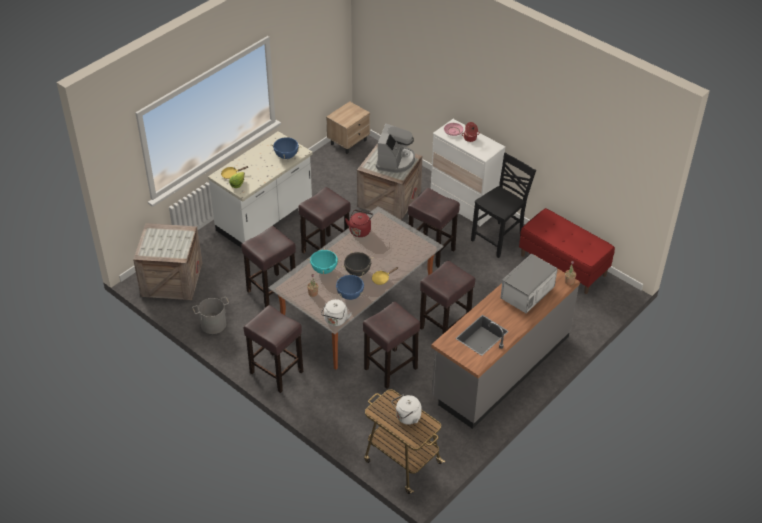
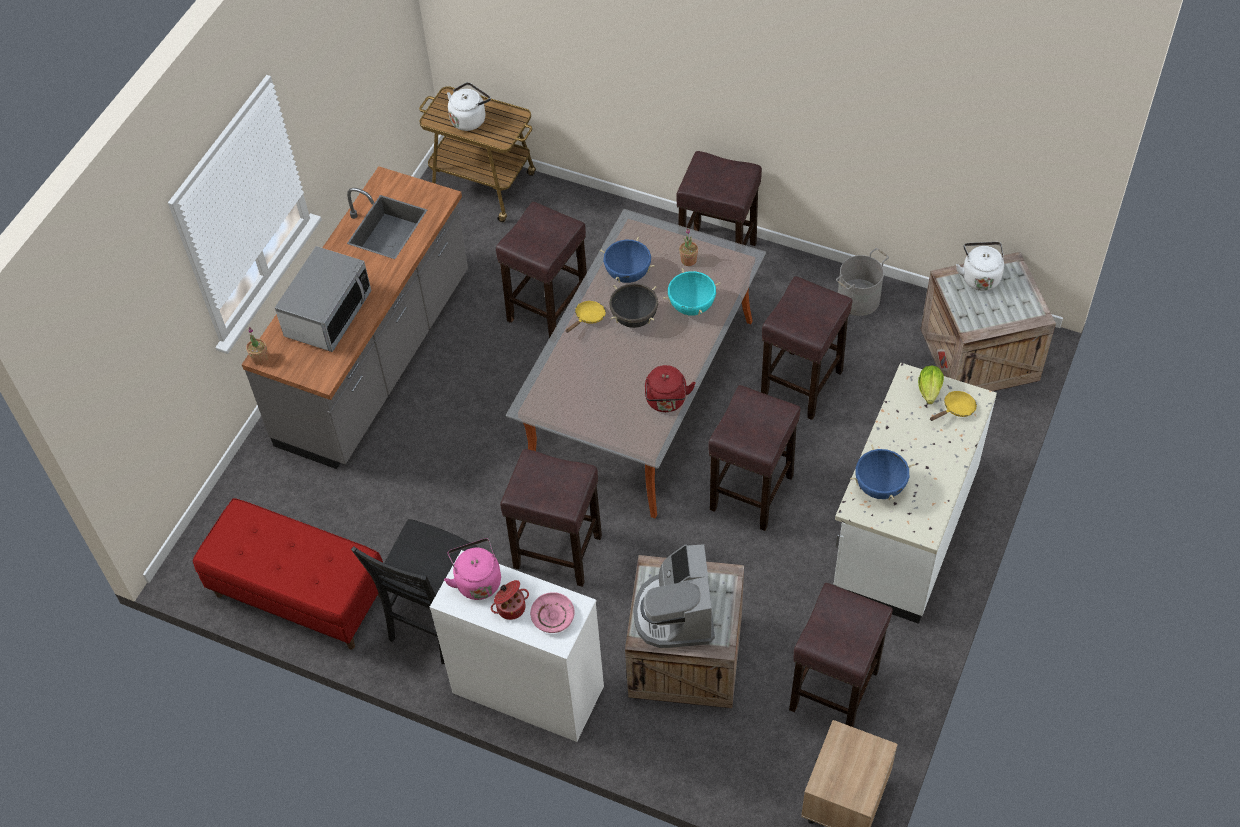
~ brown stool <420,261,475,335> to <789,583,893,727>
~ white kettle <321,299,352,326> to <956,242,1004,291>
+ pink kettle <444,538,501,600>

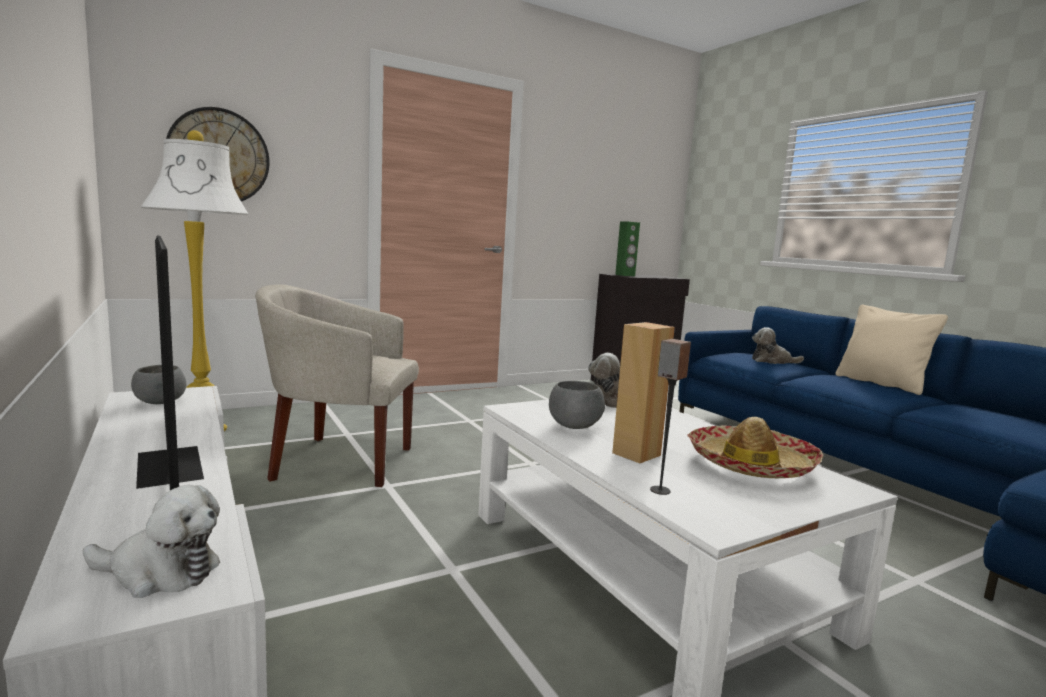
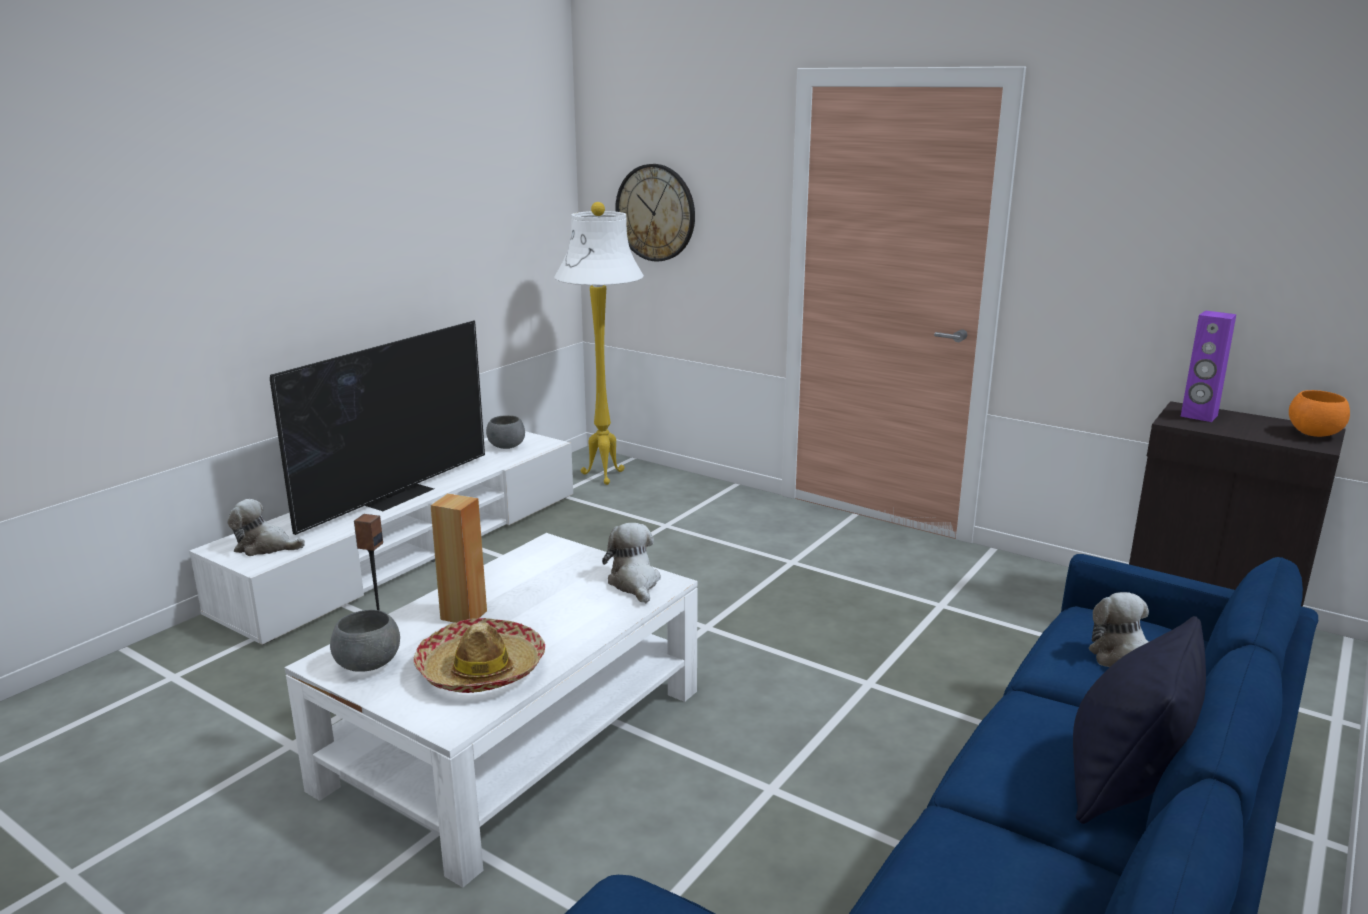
~ green speaker <615,222,640,276> to purple speaker <1180,311,1236,422>
- beige armchair <255,285,419,487>
~ beige pillow <835,305,948,395> to black pillow <1073,616,1206,824>
~ grey bowl <549,381,605,429> to <330,610,400,672>
~ plush toy <83,485,220,598> = <228,499,305,556> 120 degrees clockwise
+ orange bowl <1289,390,1350,437>

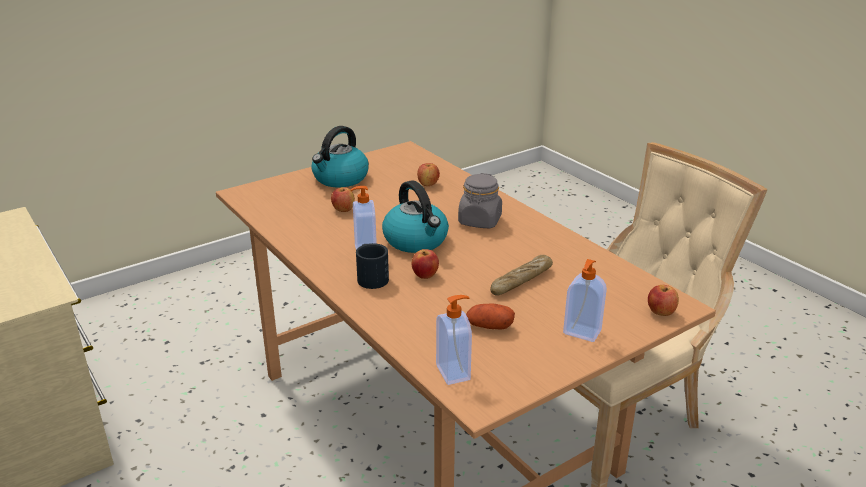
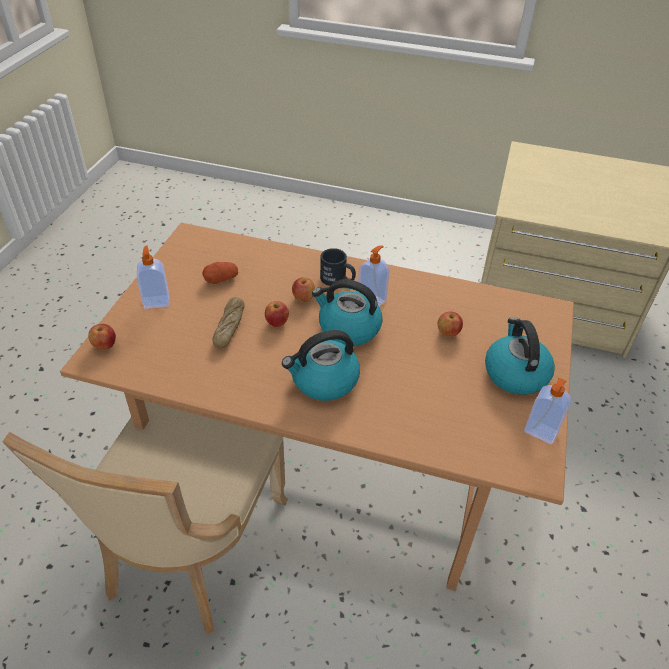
~ apple <417,163,440,186> to <265,301,289,327>
~ grey jar <458,173,502,228> to kettle <282,330,360,401>
~ soap dispenser <436,295,472,385> to <524,378,572,444>

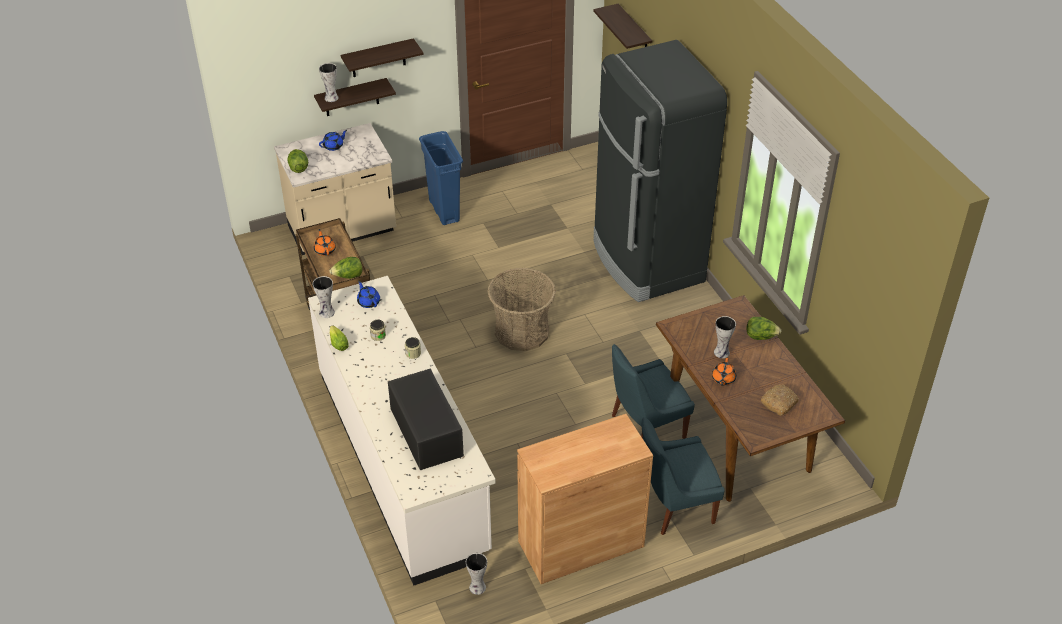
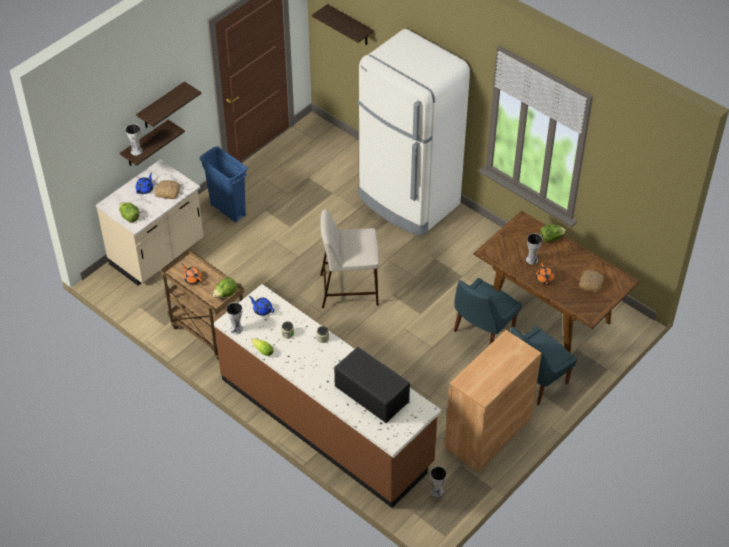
~ black fridge <593,40,727,302> to white fridge <358,29,470,237>
~ basket <488,268,556,351> to beige stool <320,209,379,308>
~ white counter <308,276,496,586> to brown counter <214,284,441,508>
+ bread <155,180,180,199>

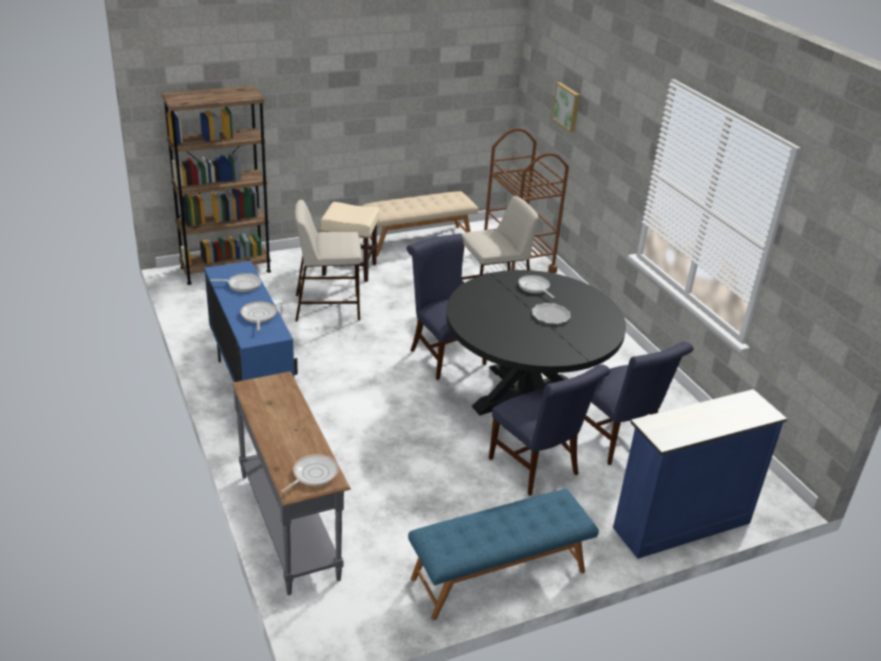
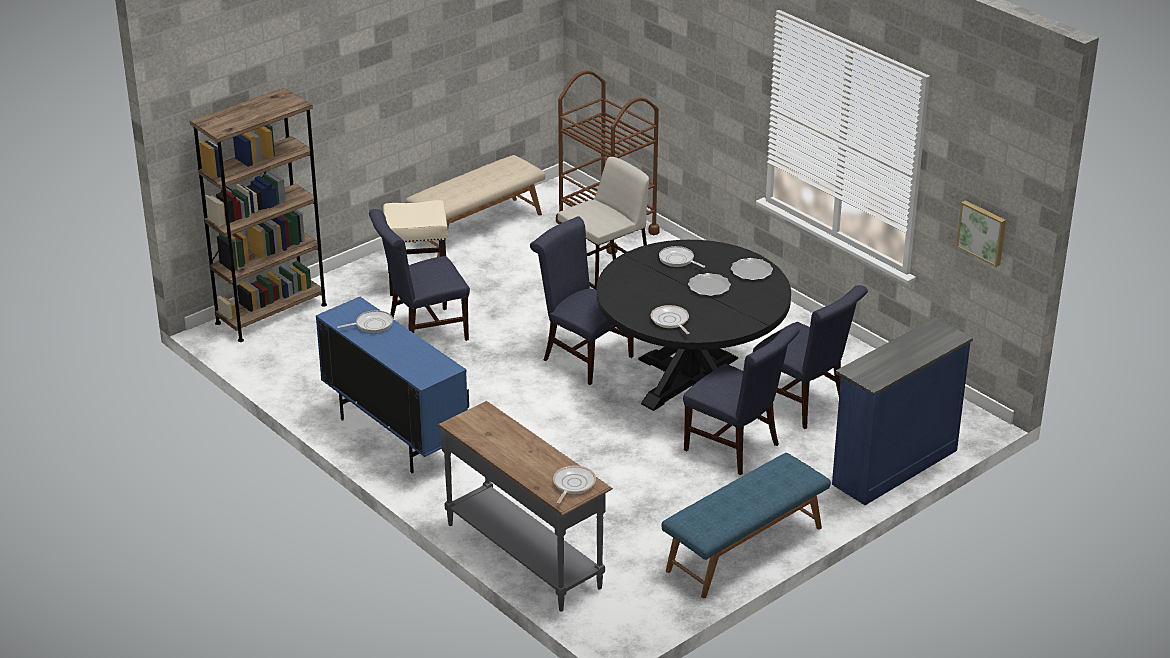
~ picture <552,82,580,132> to <956,200,1006,267>
~ beige stool <295,200,361,321> to blue chair <369,209,470,341>
~ frying pan <240,302,277,331> to <651,305,690,335>
+ plate <731,258,773,280>

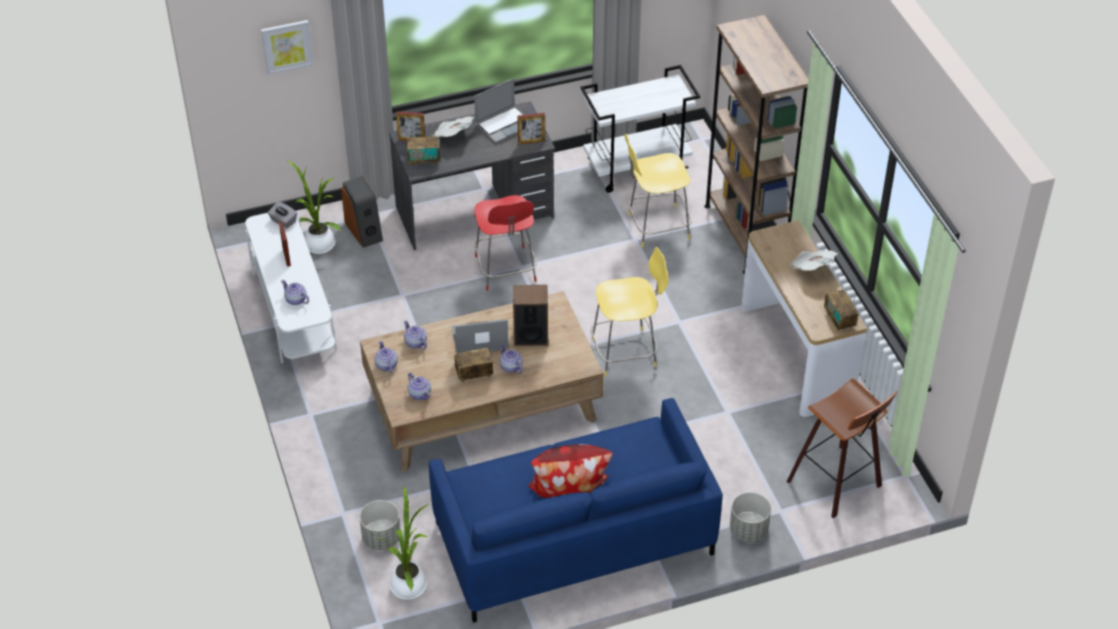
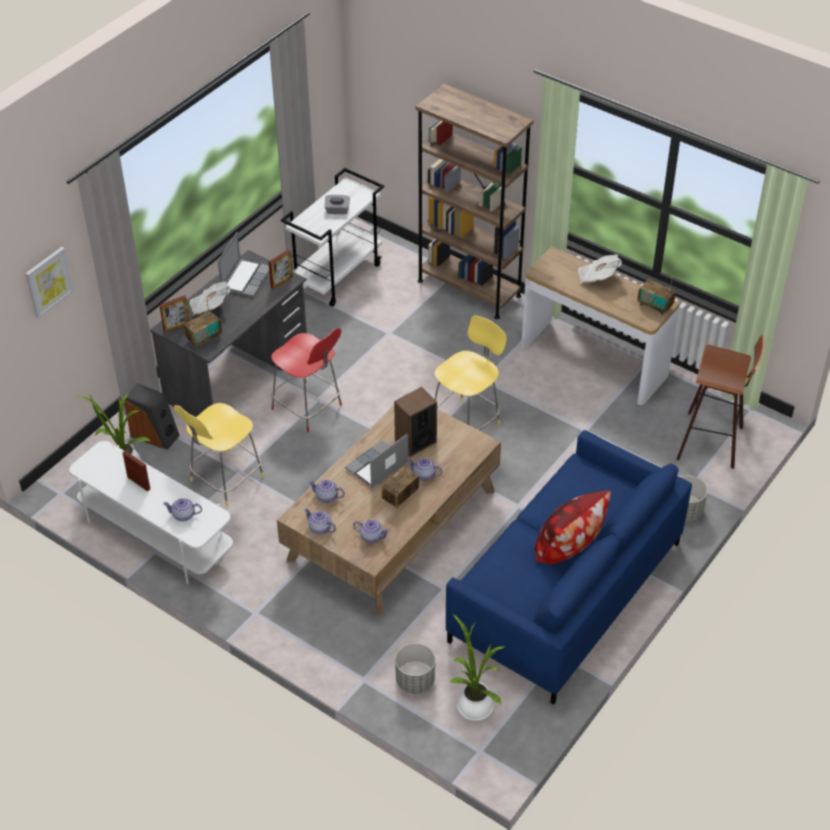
~ yellow stool <625,134,692,248> to <174,403,264,506>
~ grey tissue box <268,202,297,228> to <325,195,350,214>

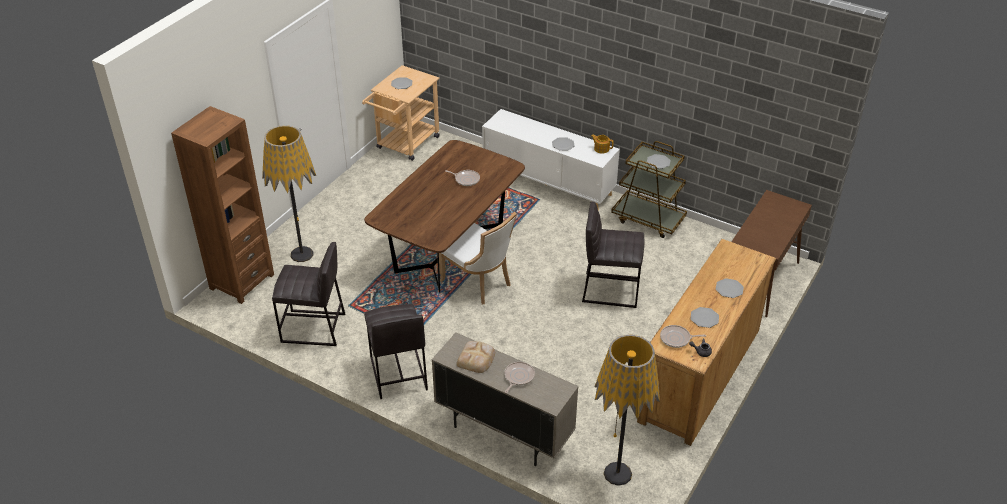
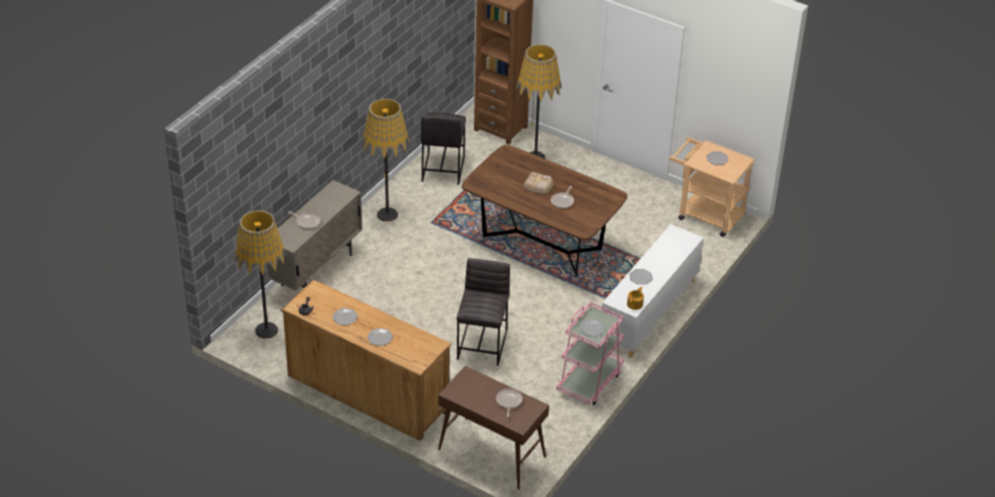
~ brown cart <611,141,687,238> to pink cart <557,302,624,405>
- white chair <439,212,517,305>
~ grey stool <364,304,428,400> to floor lamp <362,99,410,222>
~ frying pan <660,325,706,348> to <496,388,522,417>
~ bread <456,341,495,373> to <523,172,553,194>

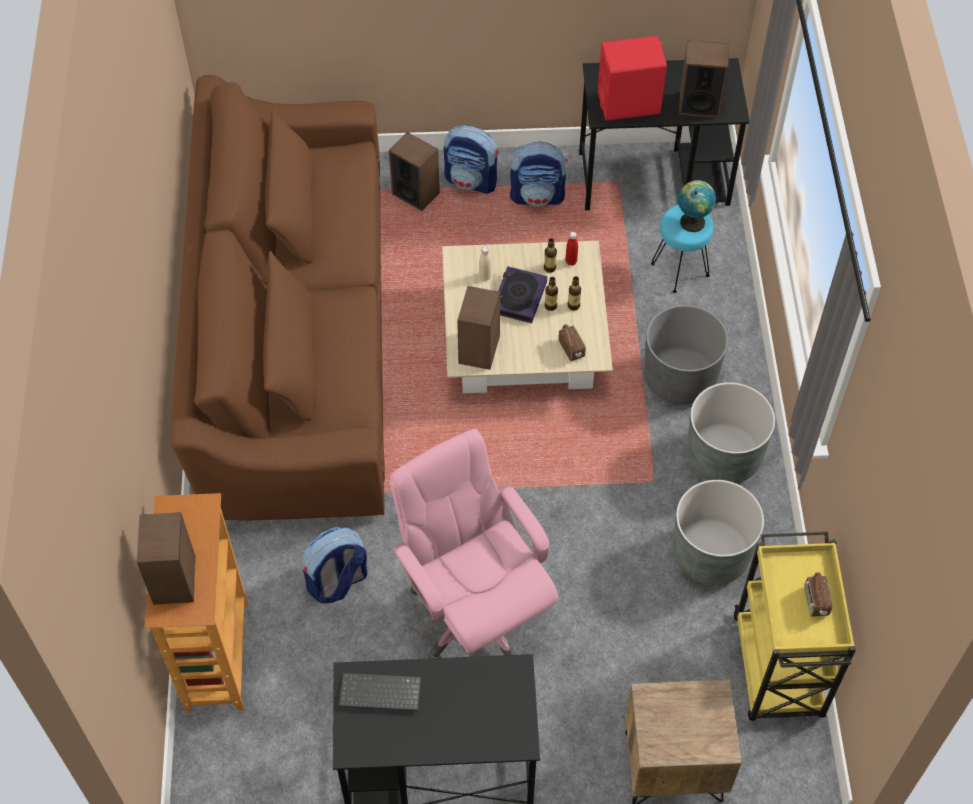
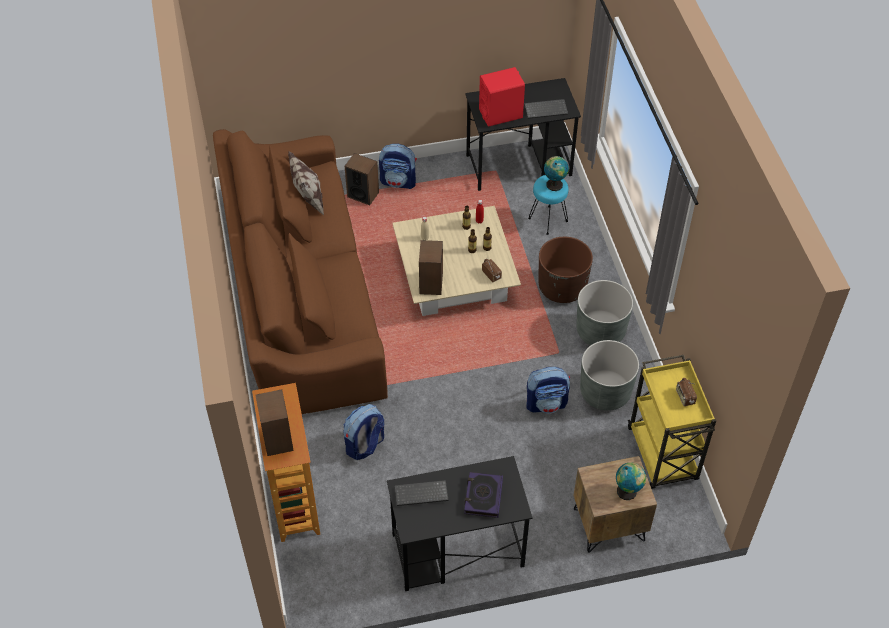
~ speaker <679,40,729,118> to keyboard <524,99,568,119>
~ backpack <510,142,568,207> to <526,367,570,414>
~ book <498,266,547,323> to <464,472,503,518>
~ grey planter <644,305,728,405> to brown planter <539,237,593,303>
- pink office chair <390,429,558,659>
+ pillow <288,151,324,215>
+ globe <616,462,646,500>

